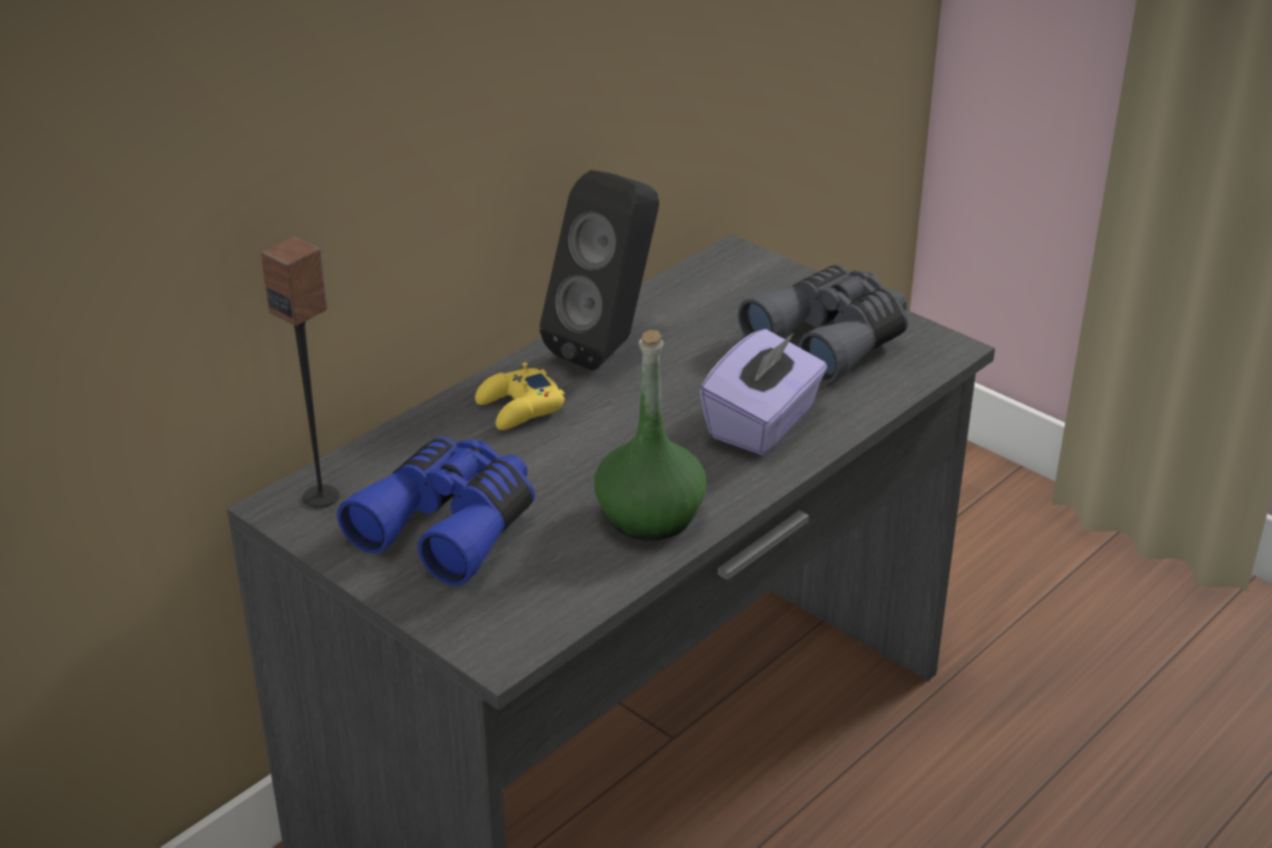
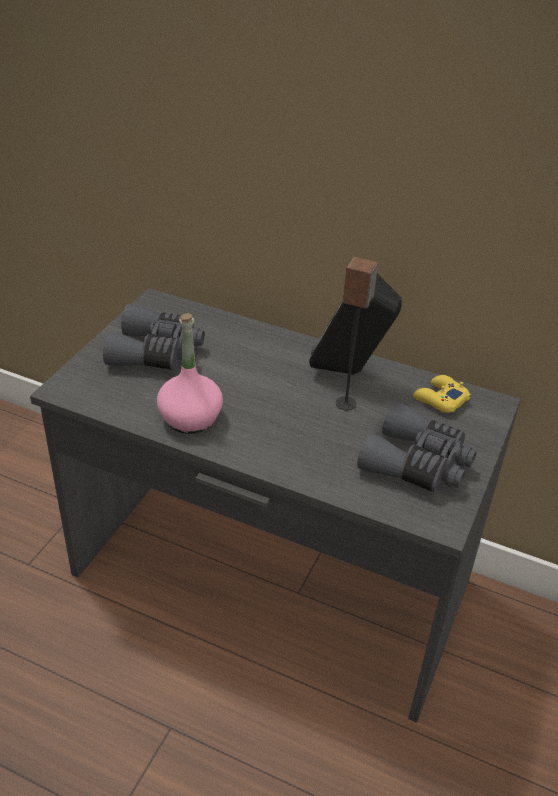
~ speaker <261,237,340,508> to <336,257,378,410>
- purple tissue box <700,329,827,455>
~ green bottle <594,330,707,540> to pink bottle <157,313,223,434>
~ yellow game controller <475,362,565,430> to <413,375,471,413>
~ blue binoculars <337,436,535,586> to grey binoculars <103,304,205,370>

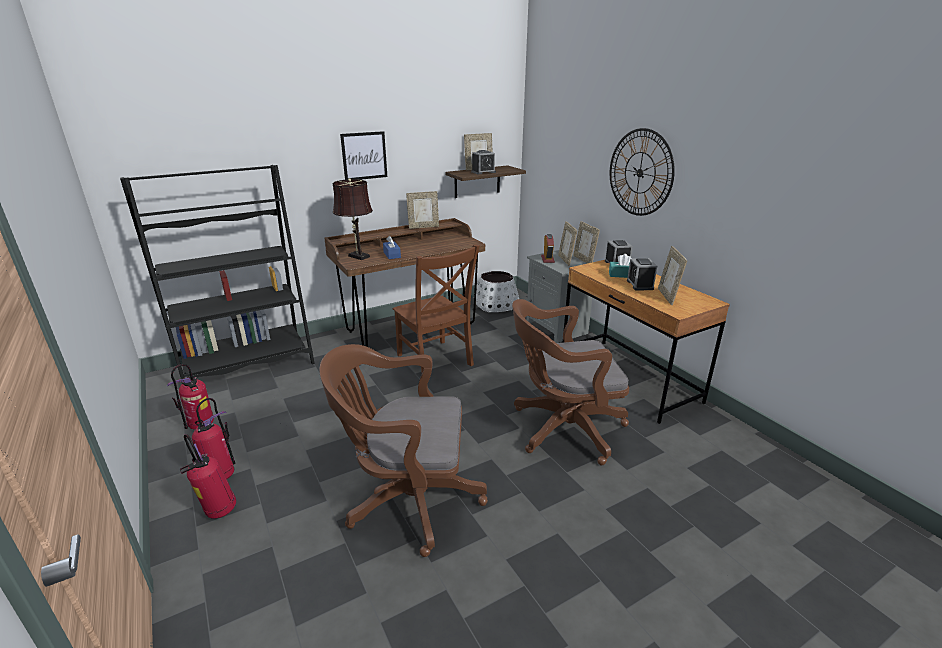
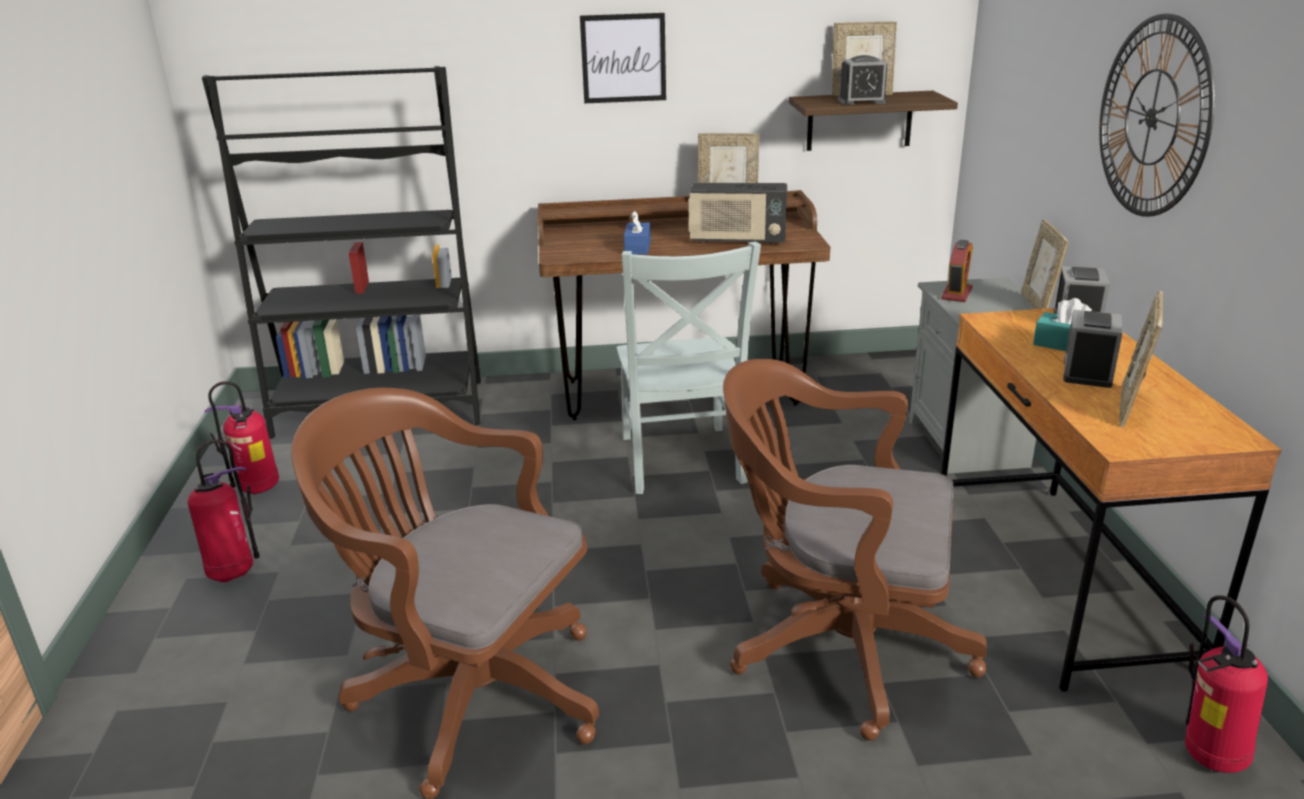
- brown table lamp <332,178,373,260>
- picture frame <558,221,577,266>
~ brown chair <393,244,480,373> to grey chair <617,242,761,494>
- white planter <476,271,519,312>
~ fire extinguisher <180,434,236,519> to <1185,595,1268,773>
+ radio <688,182,787,244>

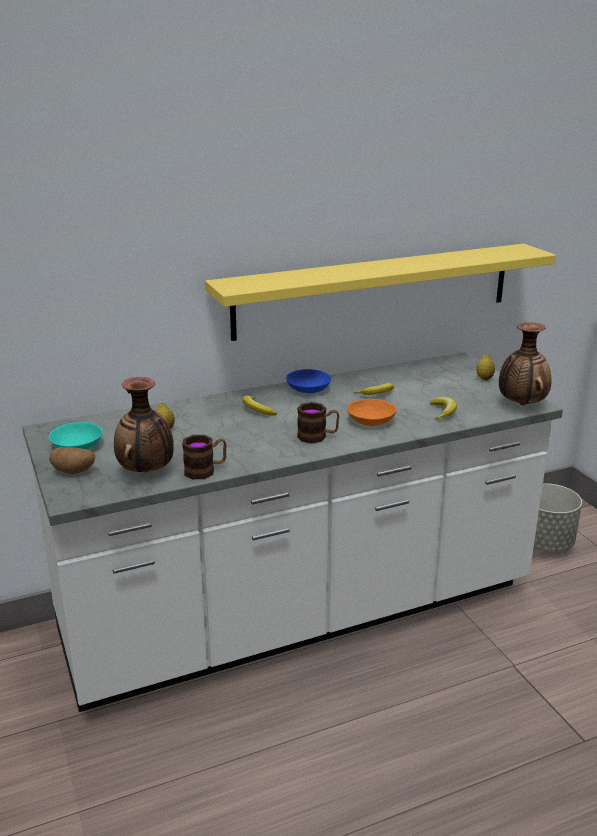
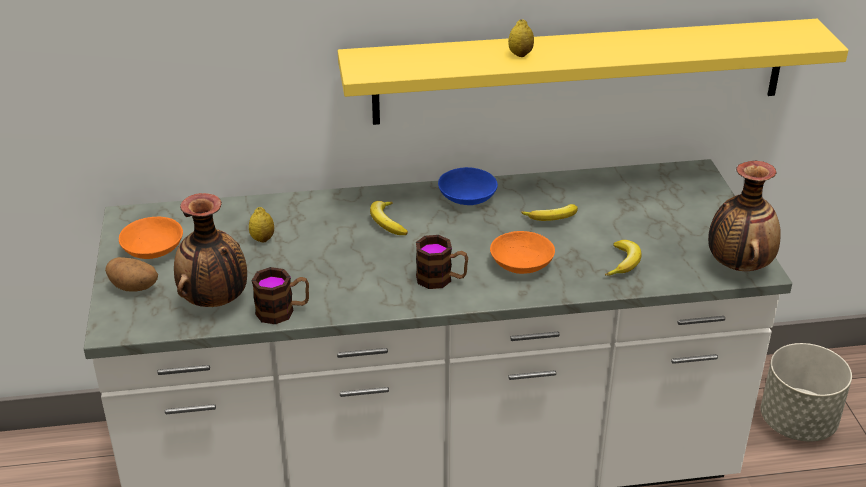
~ lemon <476,354,495,380> to <508,19,534,57>
~ turquoise bowl <49,422,103,449> to orange bowl <119,217,183,259>

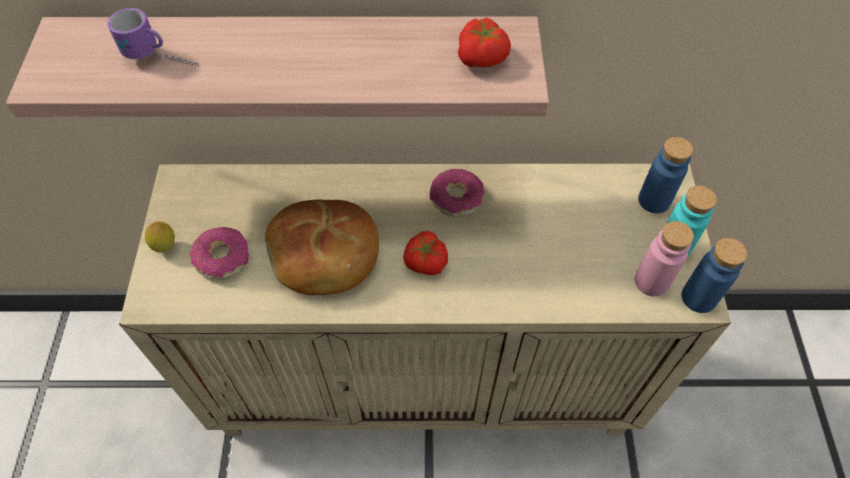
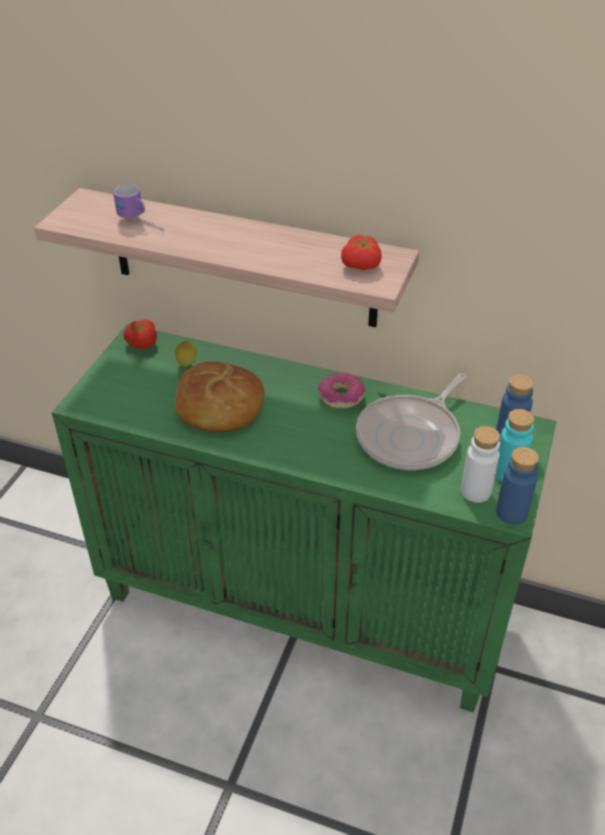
~ beige cabinet <119,164,731,436> to green cabinet <52,324,556,713>
~ lemon <145,221,175,252> to <175,341,197,367>
~ pink bottle <635,221,694,297> to white bottle <461,426,500,503>
- donut <190,227,249,279>
~ tomato <403,231,448,275> to <124,319,157,349>
+ frying pan <356,373,467,470>

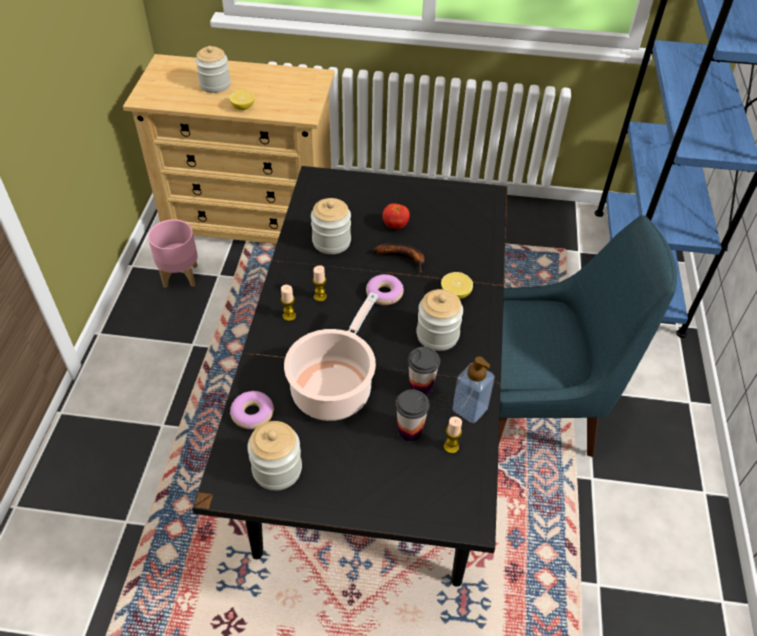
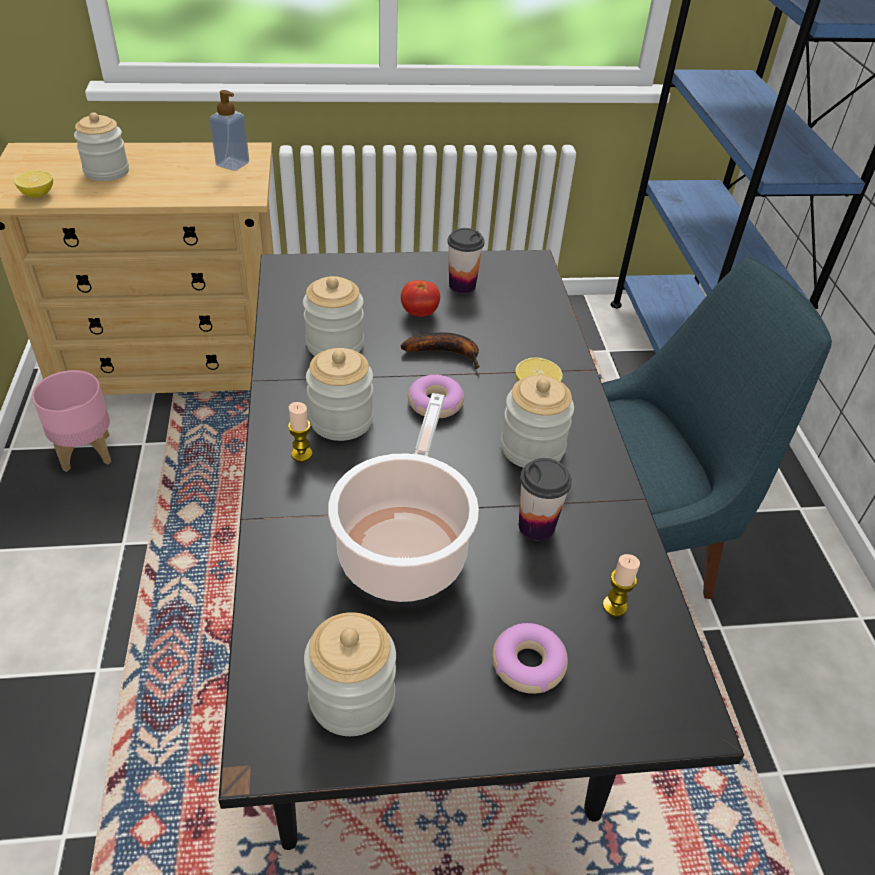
~ lemon <229,90,255,110> to <14,170,53,198>
~ candle <313,265,327,302> to jar <306,348,373,441>
~ soap dispenser <452,356,495,423> to <209,90,249,171>
~ cup <396,389,430,441> to <447,228,484,294>
~ donut <230,391,274,429> to <492,623,568,694>

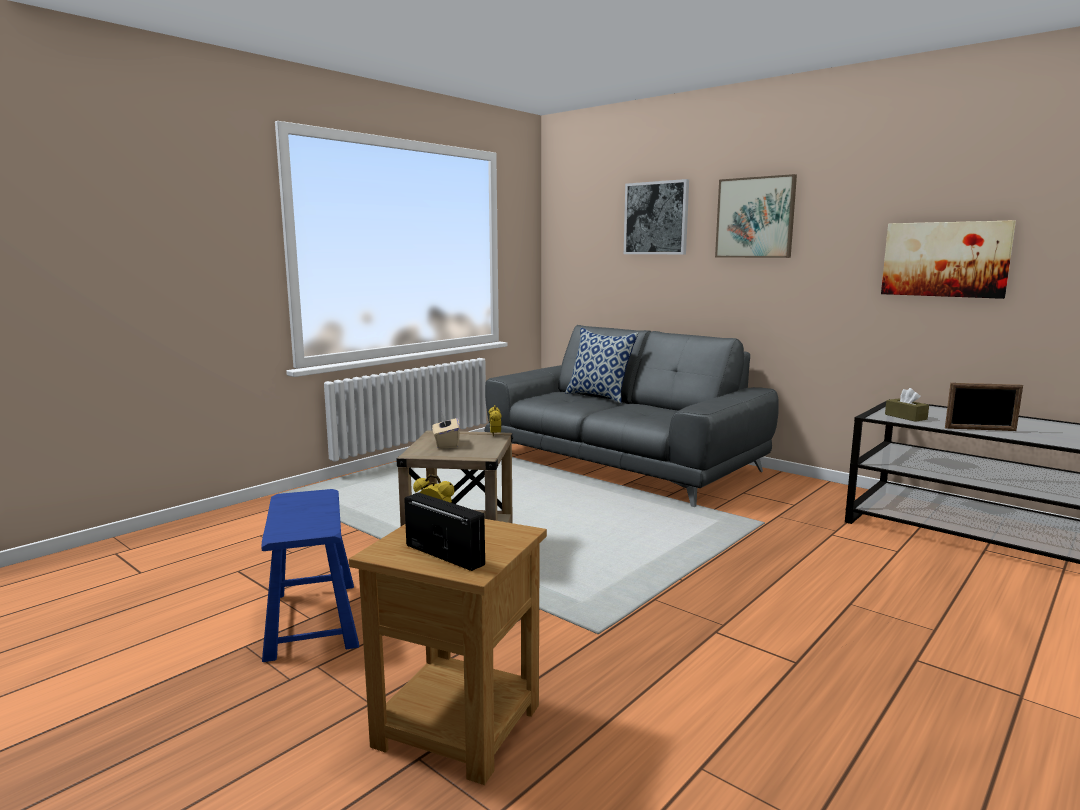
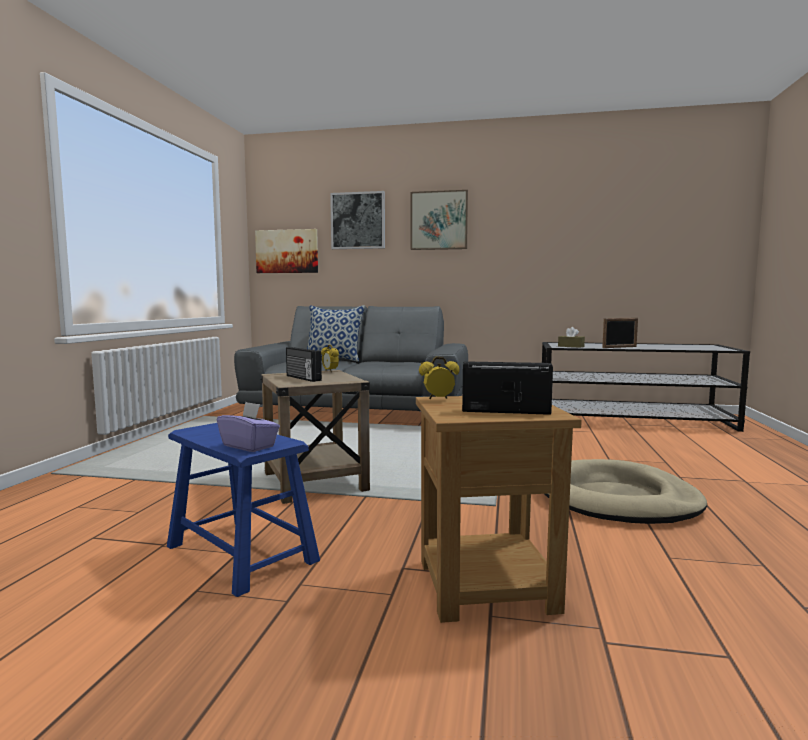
~ picture <881,220,1016,299> to <255,229,318,273>
~ beige tissue box <432,414,460,449> to radio <286,347,322,382>
+ purple tissue box <217,402,280,452>
+ beige dog bed <545,459,707,524>

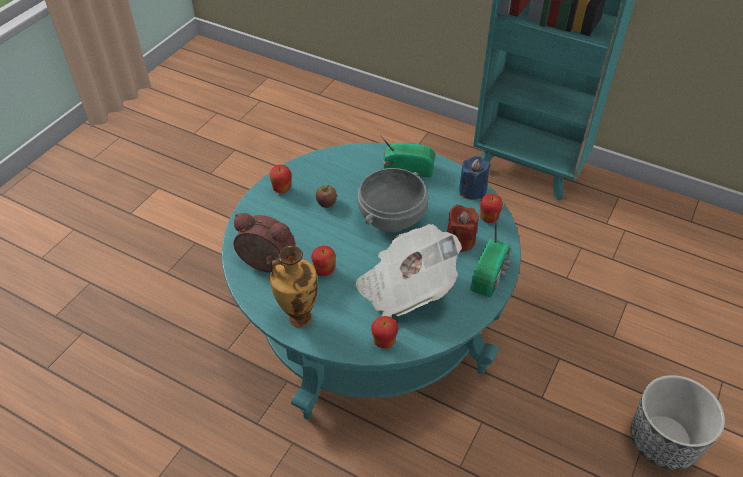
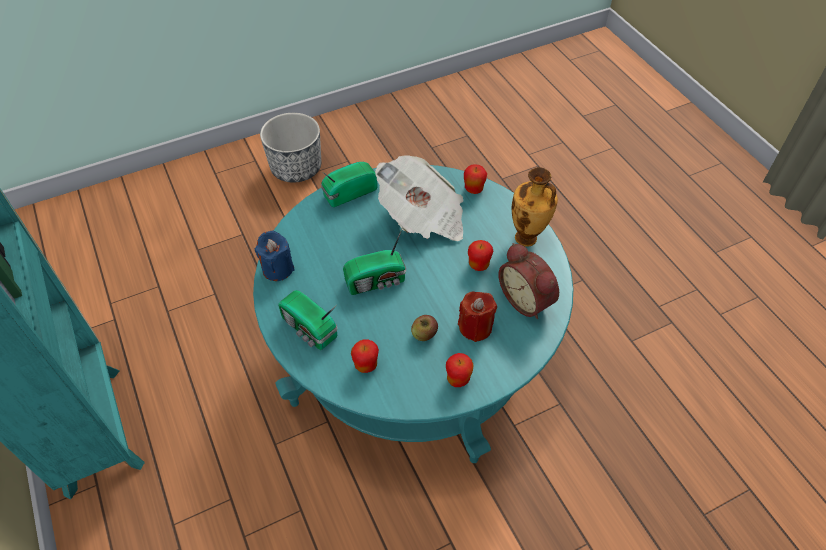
~ grey bowl <357,168,429,232> to radio <343,227,406,295>
~ apple <480,194,503,223> to <351,339,379,373>
~ red candle <447,205,479,252> to <458,291,497,342>

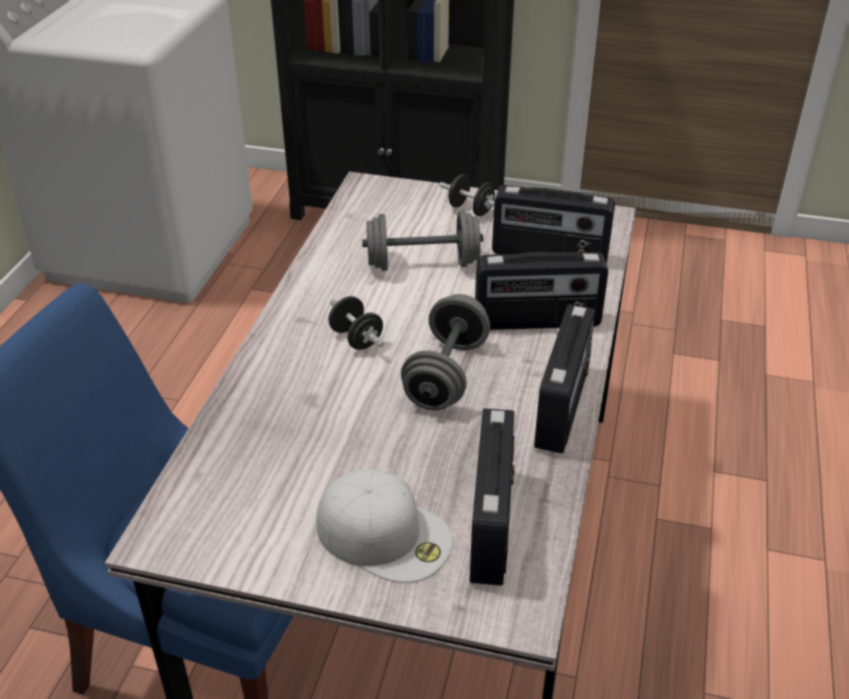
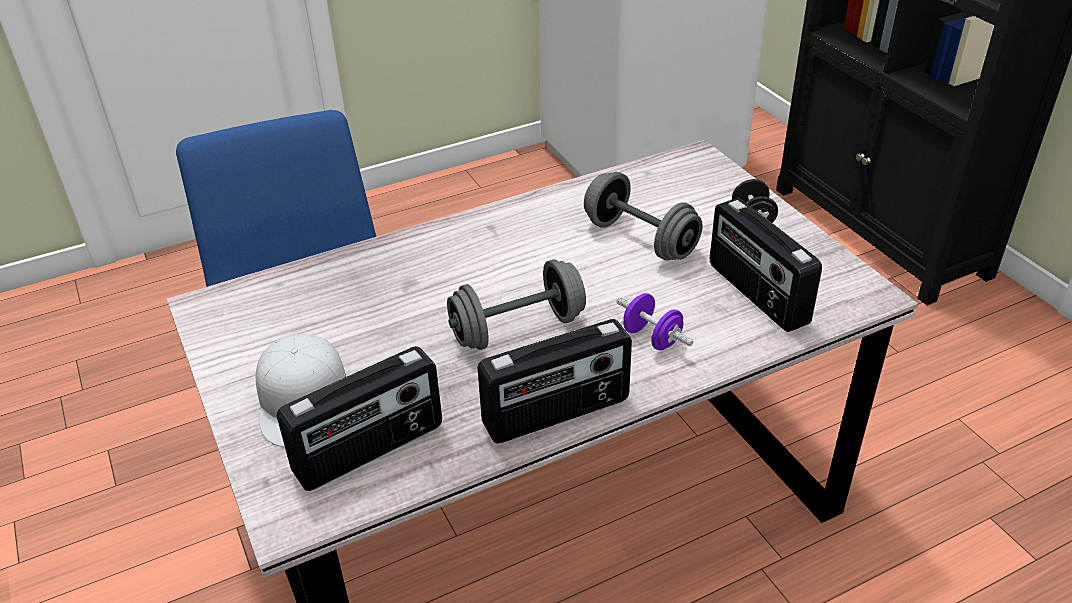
~ radio <475,252,609,330> to purple dumbbell <616,293,693,350>
- black dumbbell <329,296,384,350>

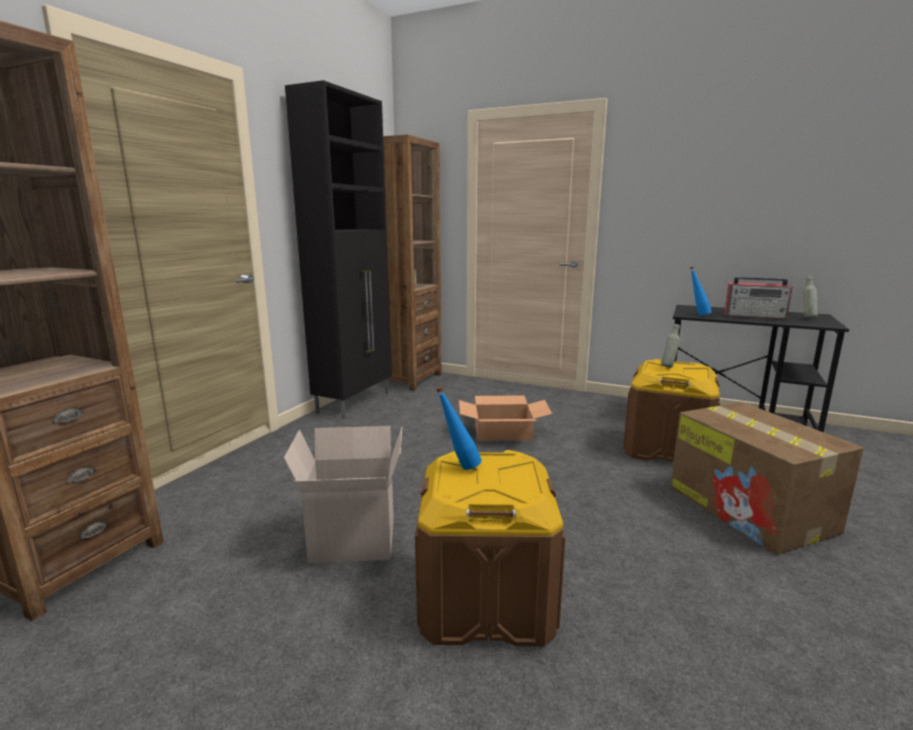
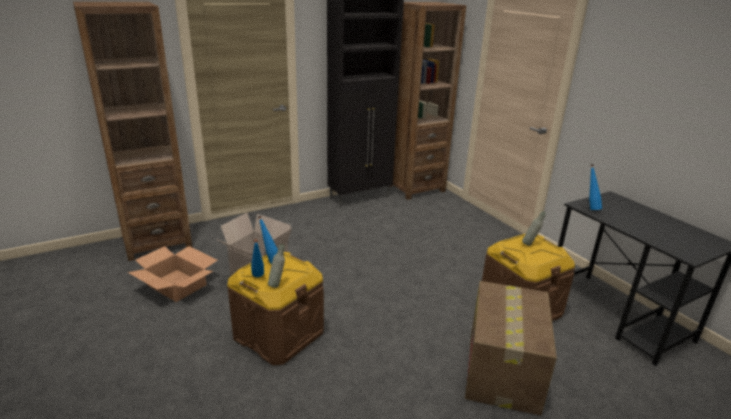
~ grey bottle <803,276,818,319> to <268,244,285,288>
- radio <724,277,793,319>
~ cardboard box <459,395,552,441> to <128,246,218,302>
+ blue bottle <251,239,264,277>

